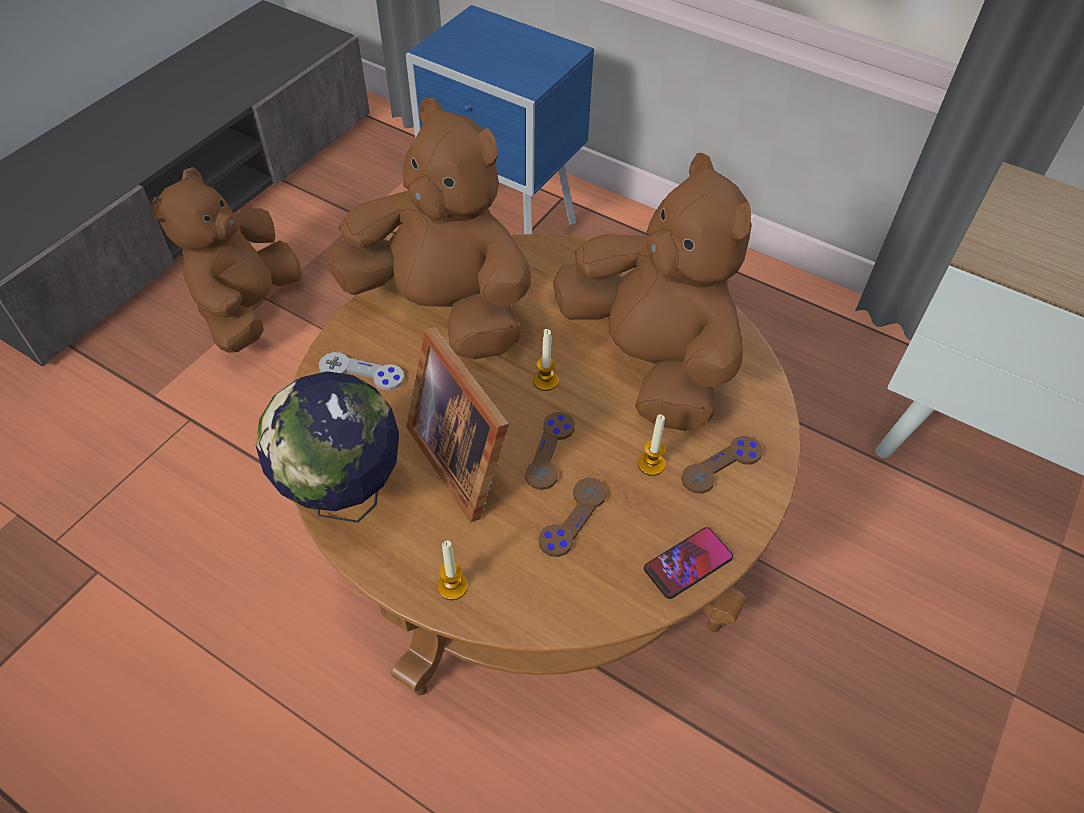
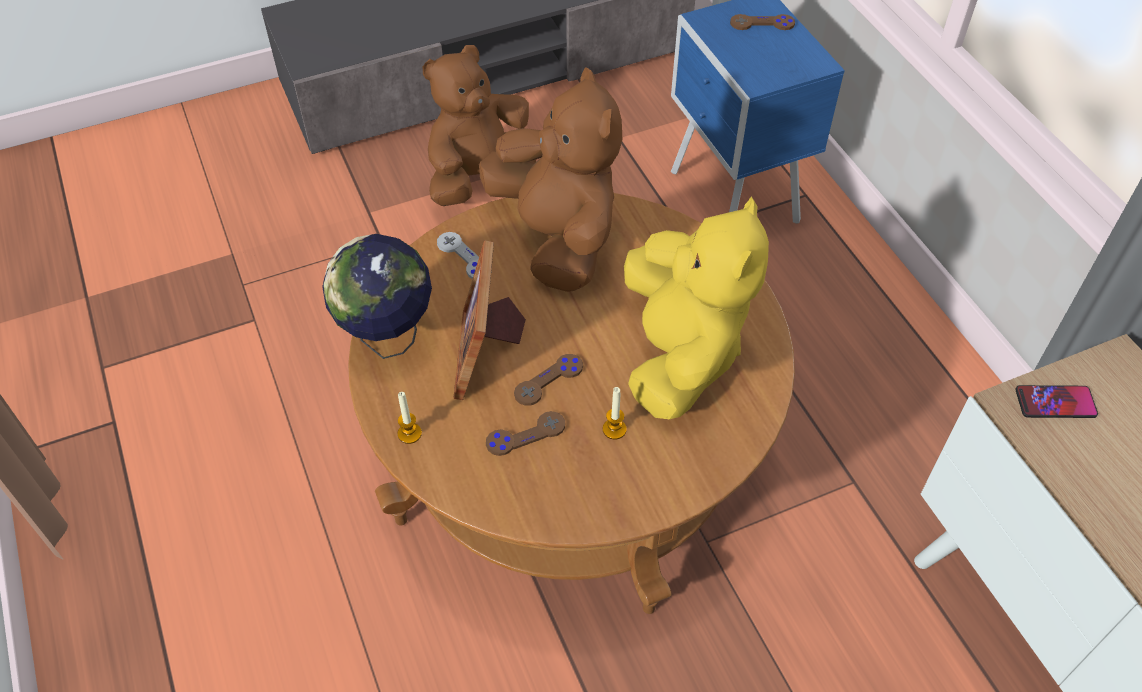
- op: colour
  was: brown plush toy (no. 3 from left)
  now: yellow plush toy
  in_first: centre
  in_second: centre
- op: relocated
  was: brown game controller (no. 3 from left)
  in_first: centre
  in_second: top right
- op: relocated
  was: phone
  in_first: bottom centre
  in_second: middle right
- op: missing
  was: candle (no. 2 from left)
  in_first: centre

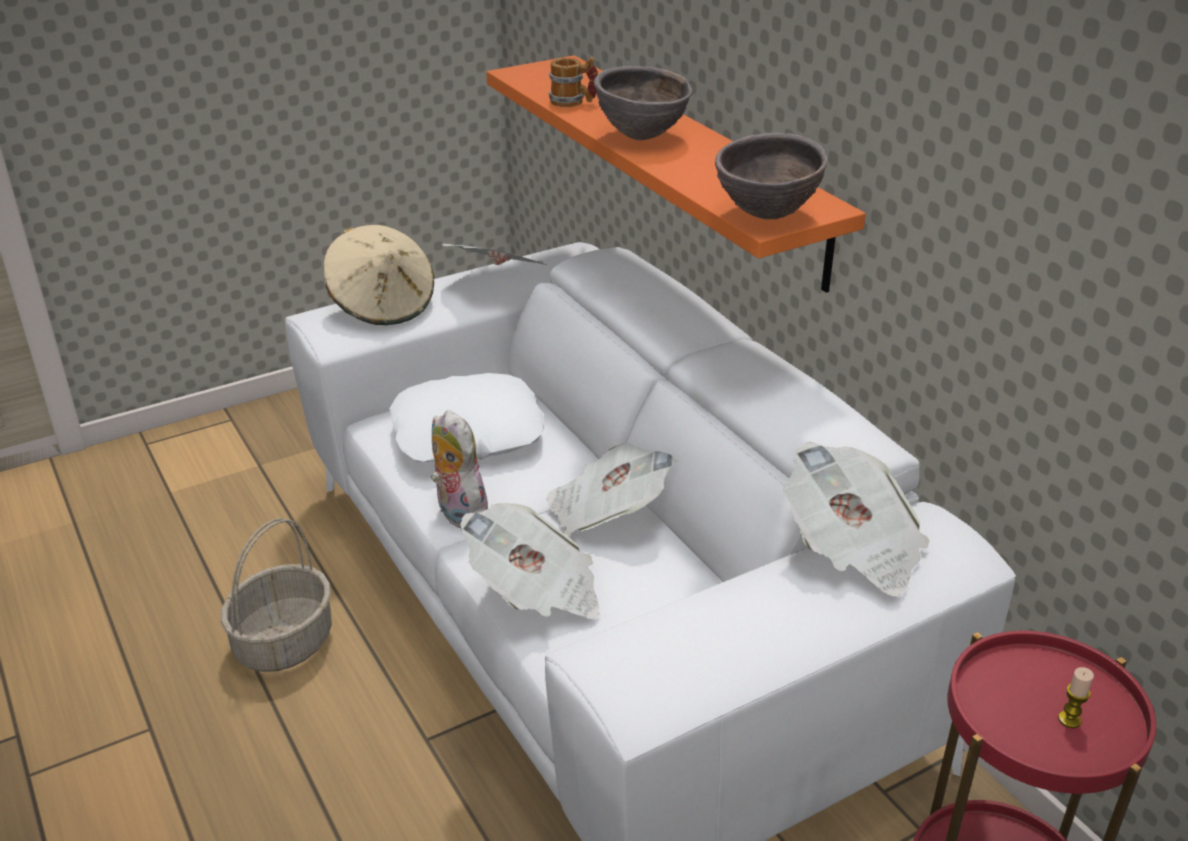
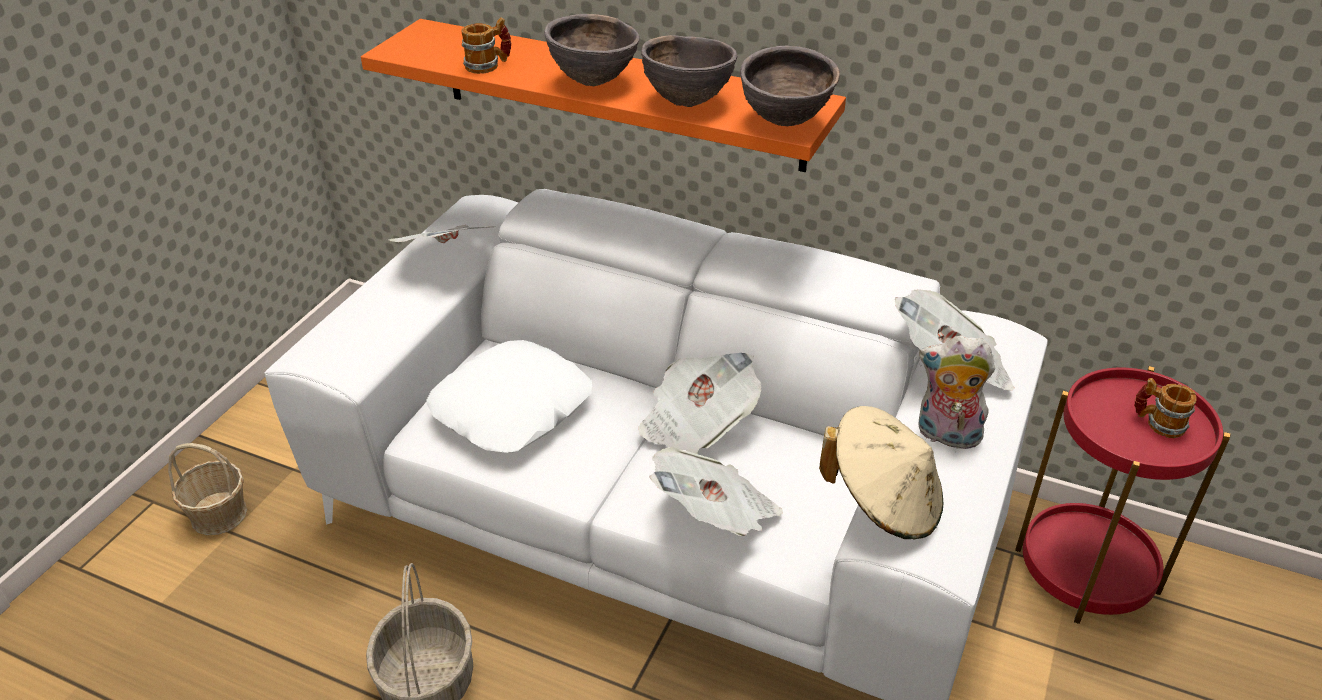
- op: appeared
  now: basket (no. 1 from left)
  in_second: bottom left
- op: appeared
  now: brown bowl (no. 2 from left)
  in_second: top centre
- op: relocated
  was: beige hat
  in_first: top left
  in_second: bottom centre
- op: relocated
  was: plush toy
  in_first: centre
  in_second: middle right
- op: exchanged
  was: candle
  now: mug (no. 2 from left)
  in_first: bottom right
  in_second: middle right

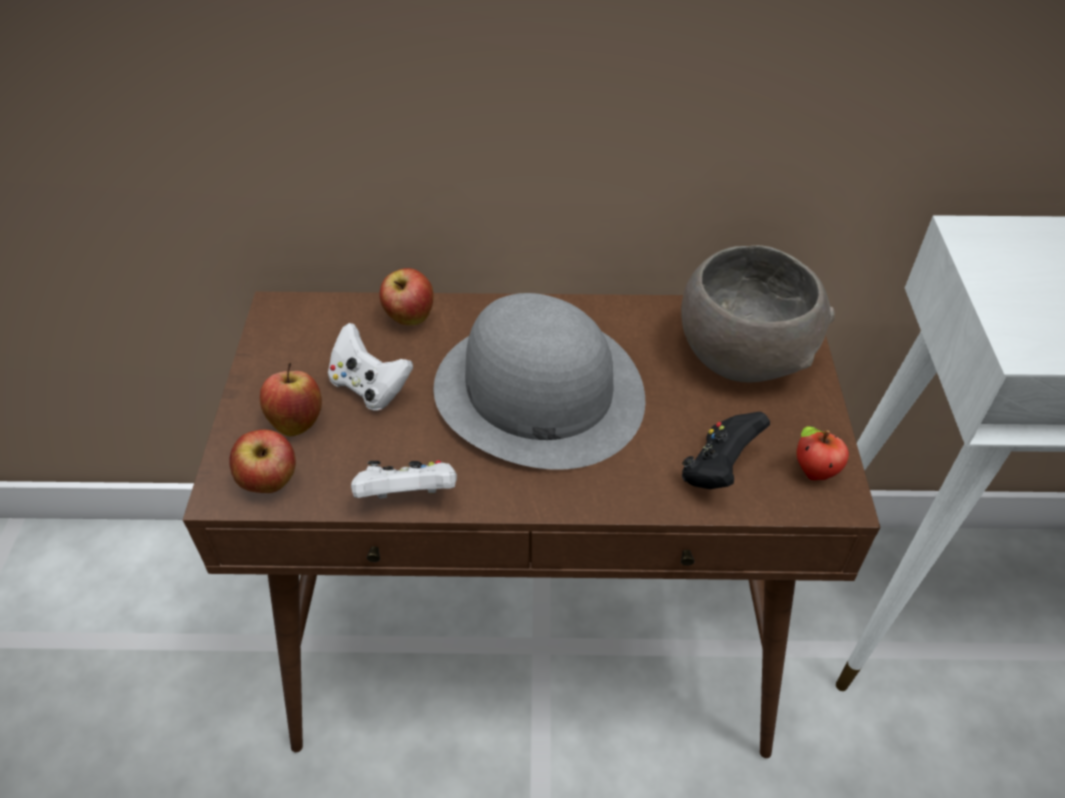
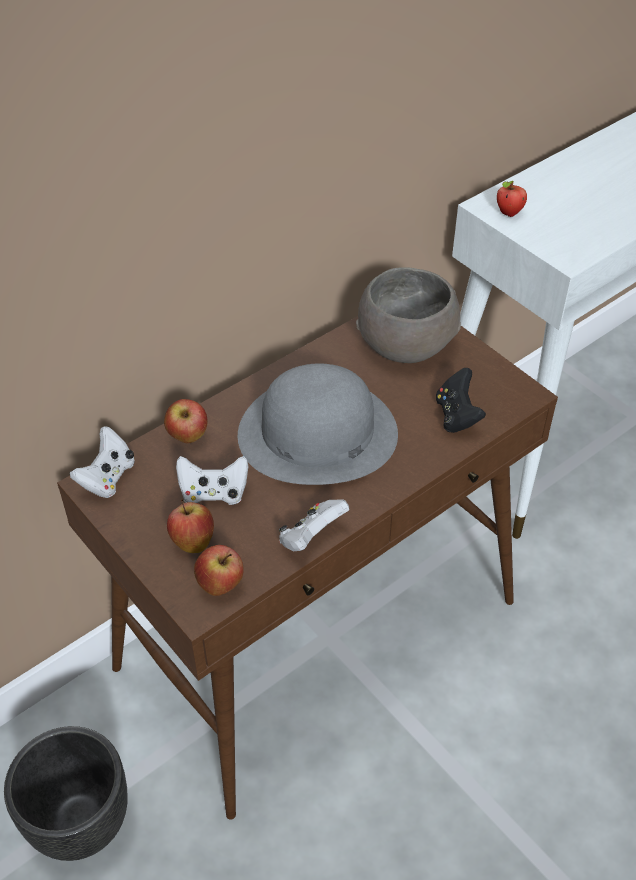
- op: appeared
  now: black planter
  in_second: bottom left
- op: appeared
  now: white game controller (no. 1 from left)
  in_second: middle left
- op: relocated
  was: apple (no. 4 from left)
  in_first: middle right
  in_second: top right

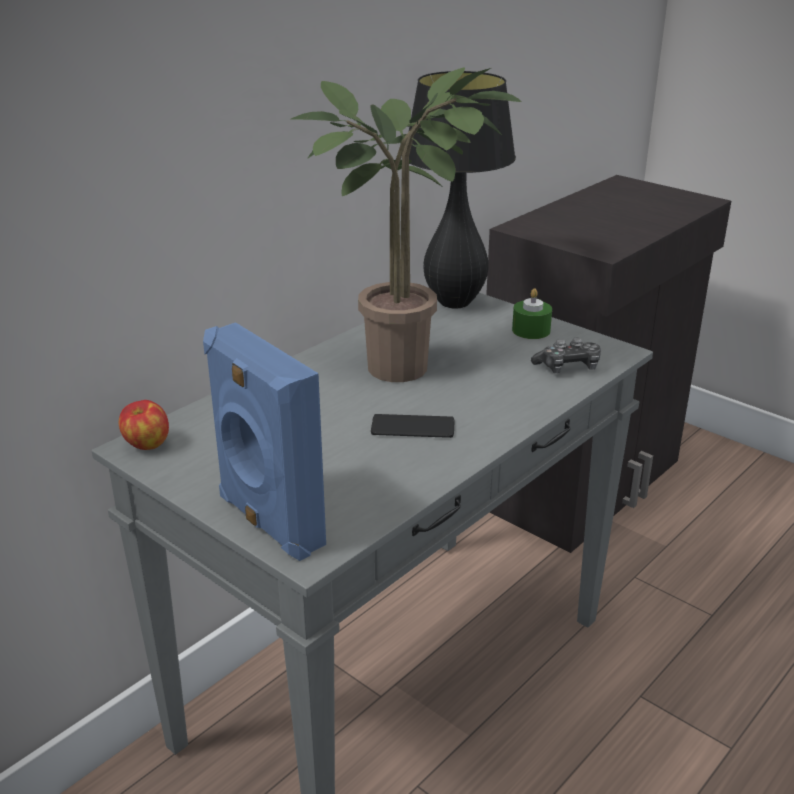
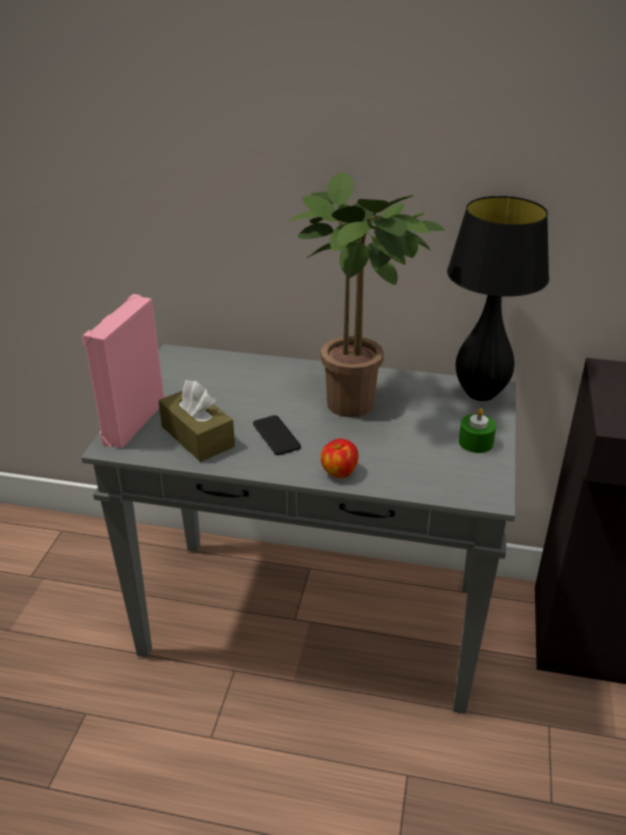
- op: colour
  was: blue speaker
  now: pink speaker
  in_first: middle left
  in_second: middle left
- op: appeared
  now: brown tissue box
  in_second: middle left
- op: relocated
  was: apple
  in_first: middle left
  in_second: centre
- op: missing
  was: game controller
  in_first: middle right

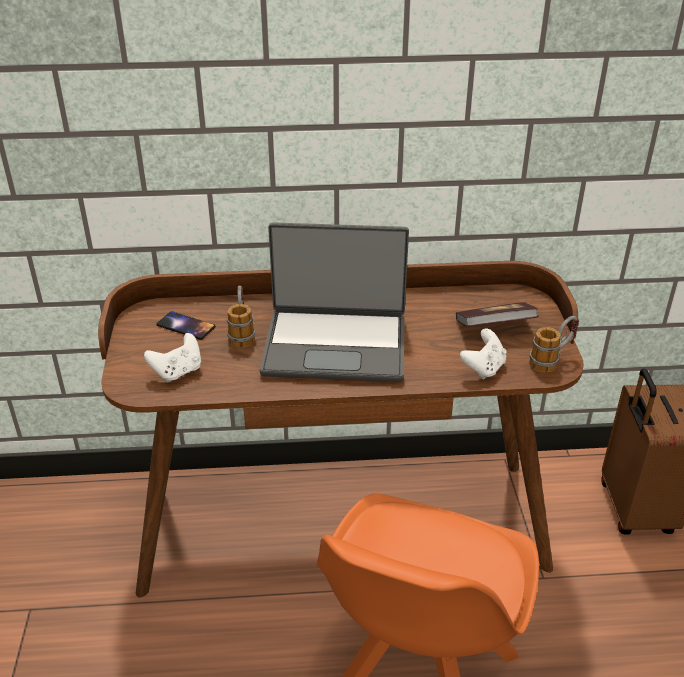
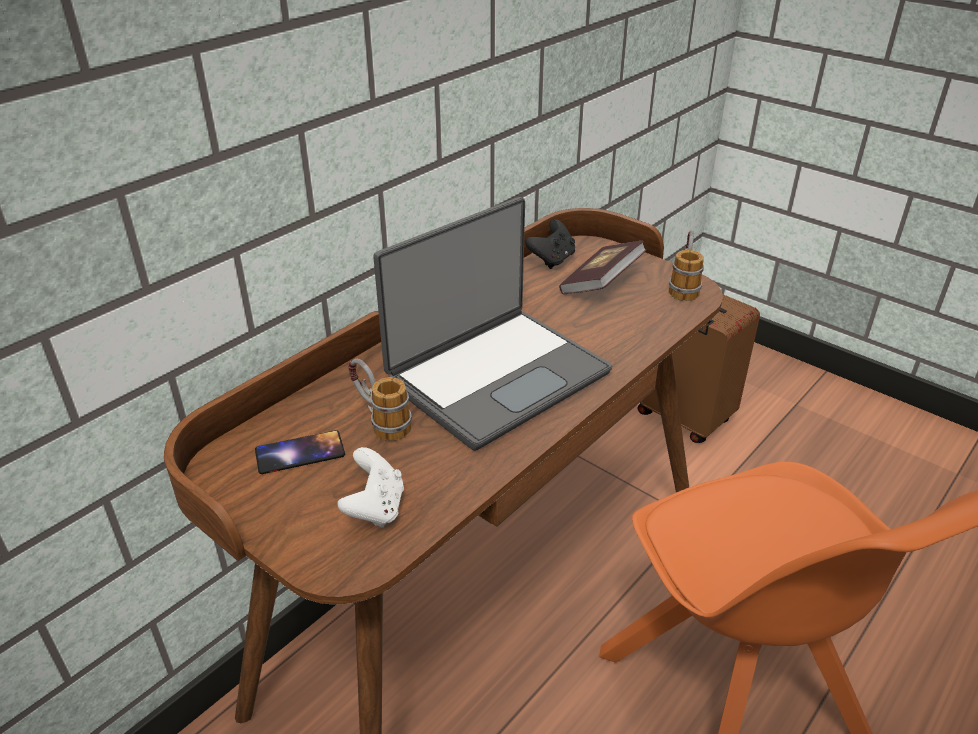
- op: appeared
  now: black game controller
  in_second: top centre
- op: missing
  was: white game controller (no. 2 from left)
  in_first: middle right

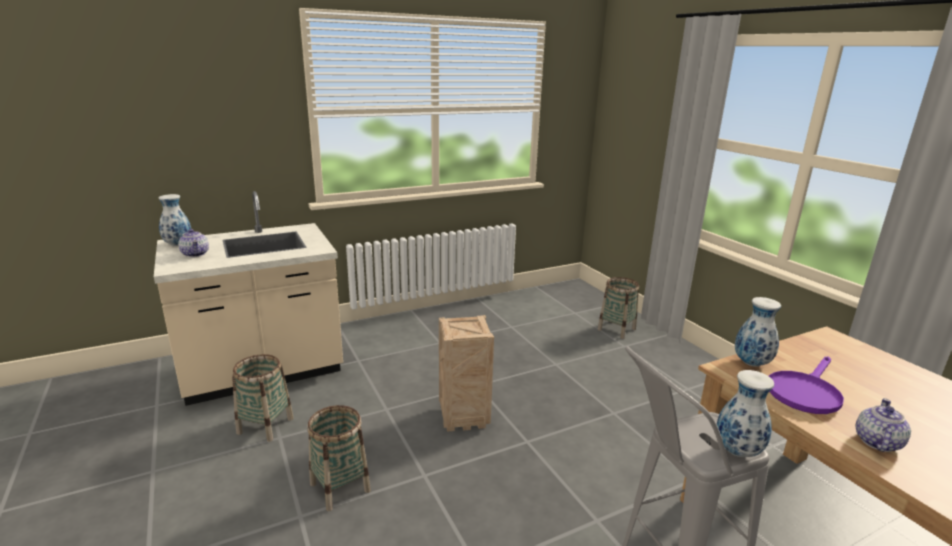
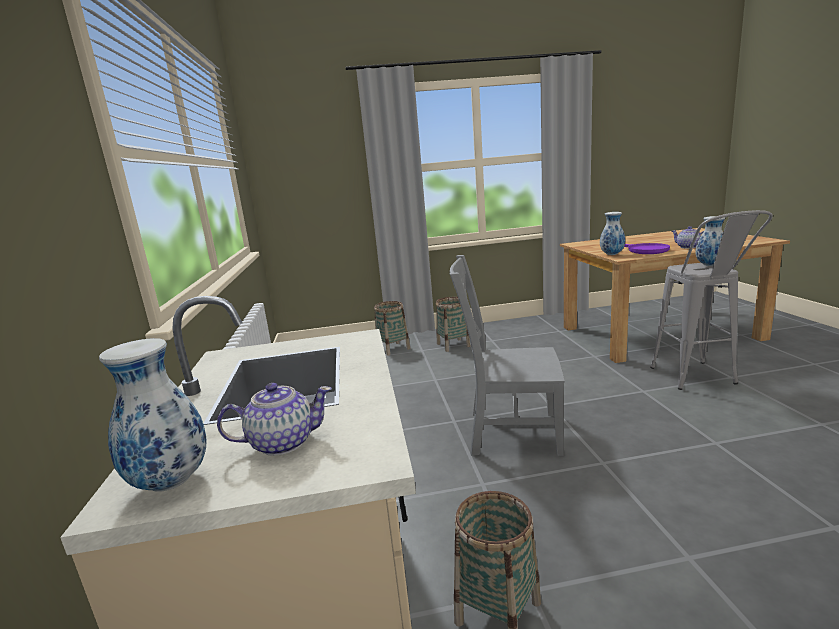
- op: relocated
  was: basket (no. 2 from left)
  in_first: bottom centre
  in_second: centre
- op: exchanged
  was: crate
  now: grey chair
  in_first: bottom centre
  in_second: centre

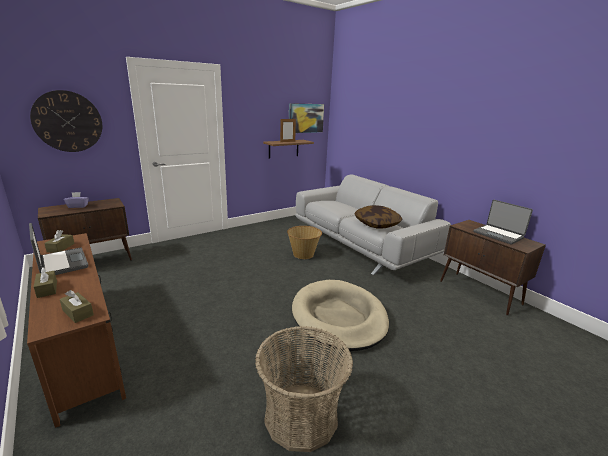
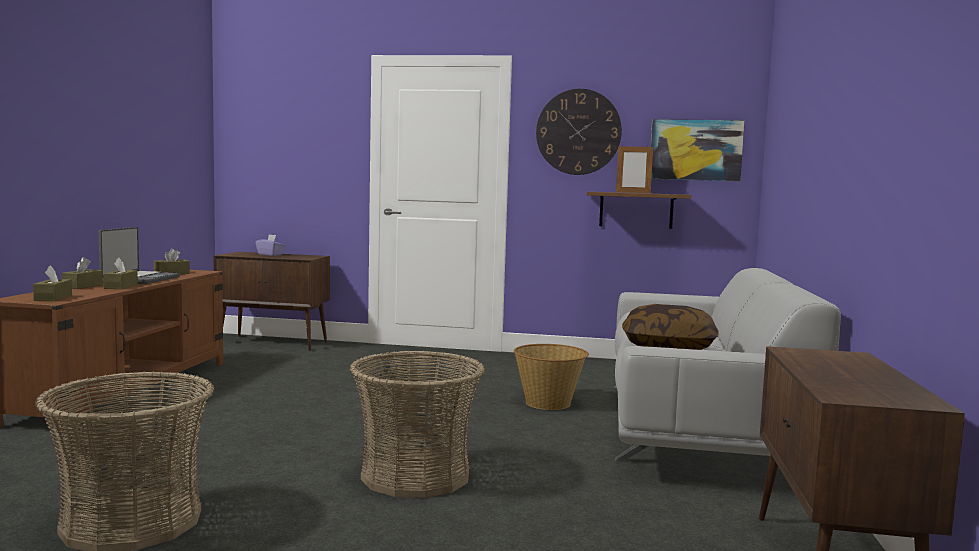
- op: appeared
  now: brown tissue box (no. 3 from left)
  in_second: middle left
- op: exchanged
  was: beige dog bed
  now: basket (no. 2 from left)
  in_first: bottom centre
  in_second: bottom centre
- op: relocated
  was: wall clock
  in_first: top left
  in_second: top centre
- op: missing
  was: laptop (no. 2 from left)
  in_first: middle right

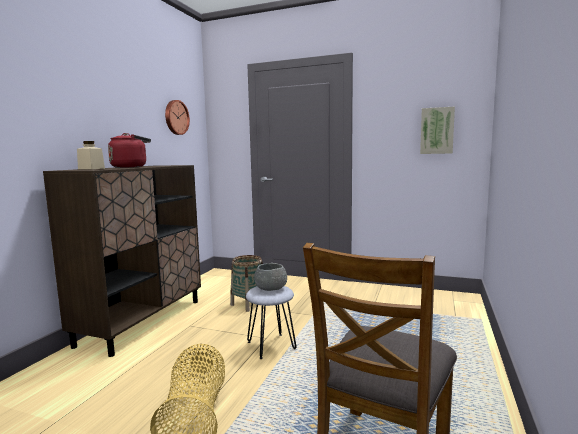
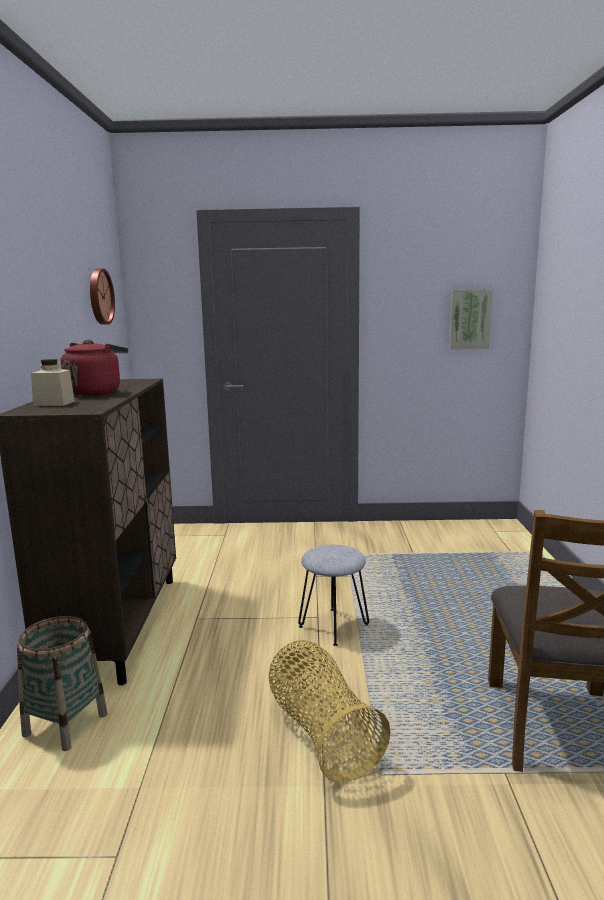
- op: relocated
  was: basket (no. 2 from left in the first image)
  now: basket (no. 1 from left)
  in_first: centre
  in_second: bottom left
- op: missing
  was: grey bowl
  in_first: centre

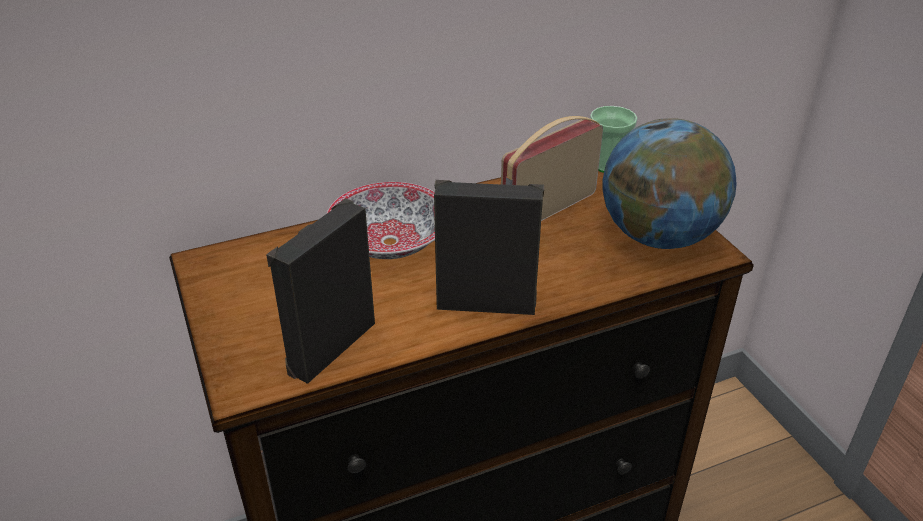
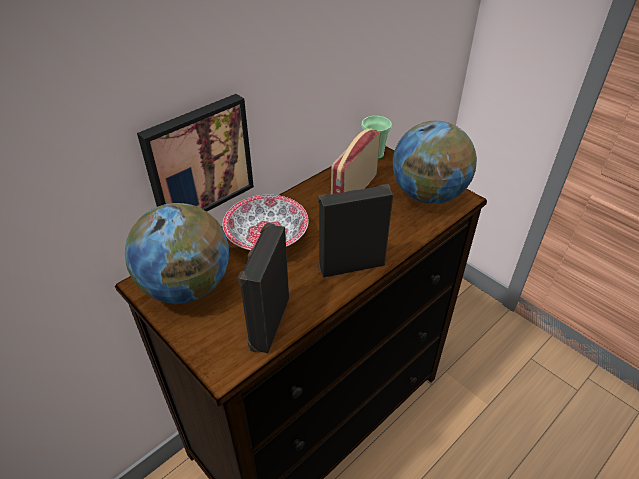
- op: appeared
  now: globe (no. 1 from left)
  in_second: middle left
- op: appeared
  now: picture
  in_second: top left

